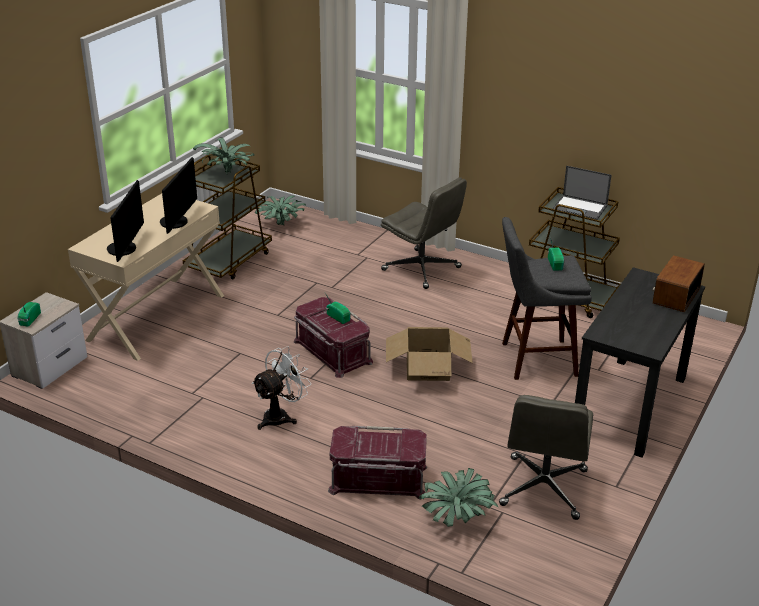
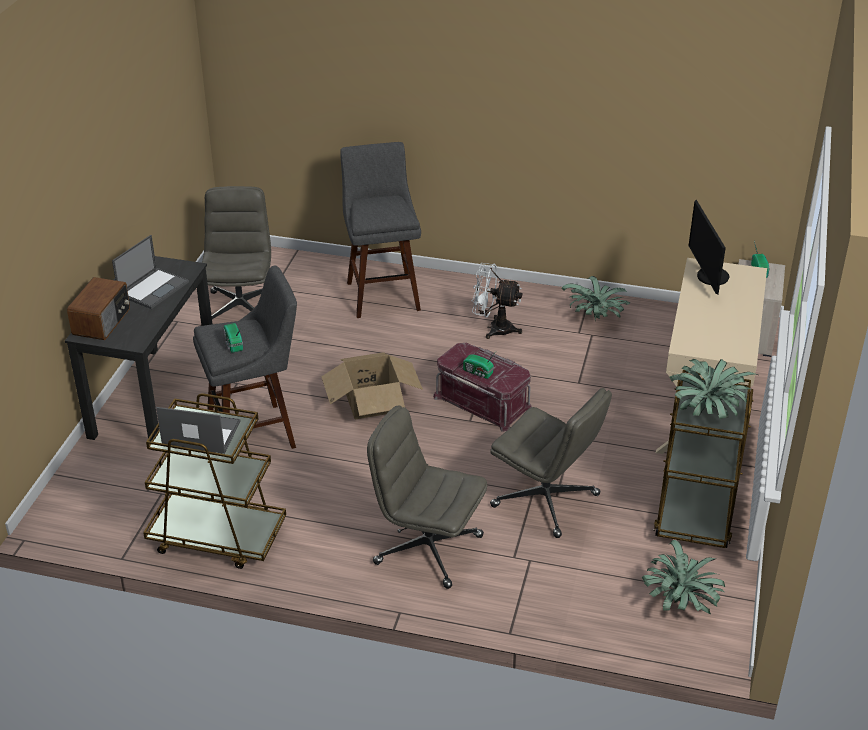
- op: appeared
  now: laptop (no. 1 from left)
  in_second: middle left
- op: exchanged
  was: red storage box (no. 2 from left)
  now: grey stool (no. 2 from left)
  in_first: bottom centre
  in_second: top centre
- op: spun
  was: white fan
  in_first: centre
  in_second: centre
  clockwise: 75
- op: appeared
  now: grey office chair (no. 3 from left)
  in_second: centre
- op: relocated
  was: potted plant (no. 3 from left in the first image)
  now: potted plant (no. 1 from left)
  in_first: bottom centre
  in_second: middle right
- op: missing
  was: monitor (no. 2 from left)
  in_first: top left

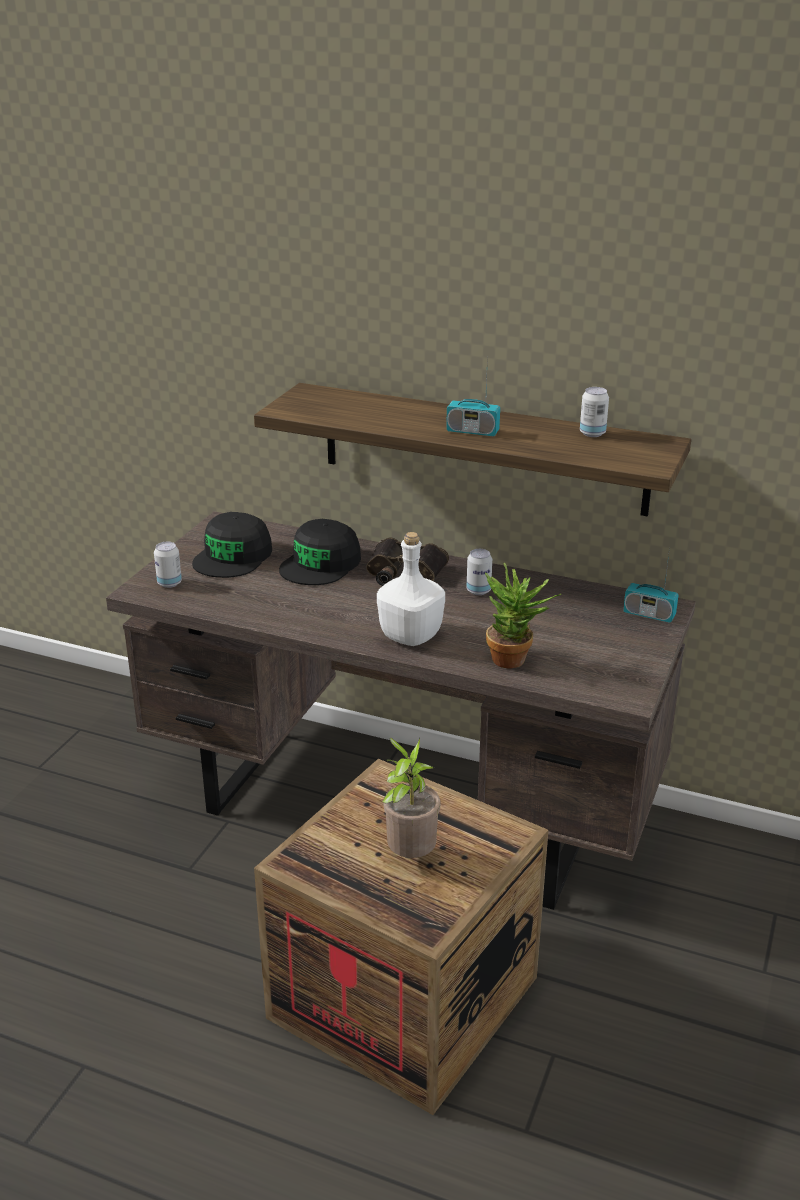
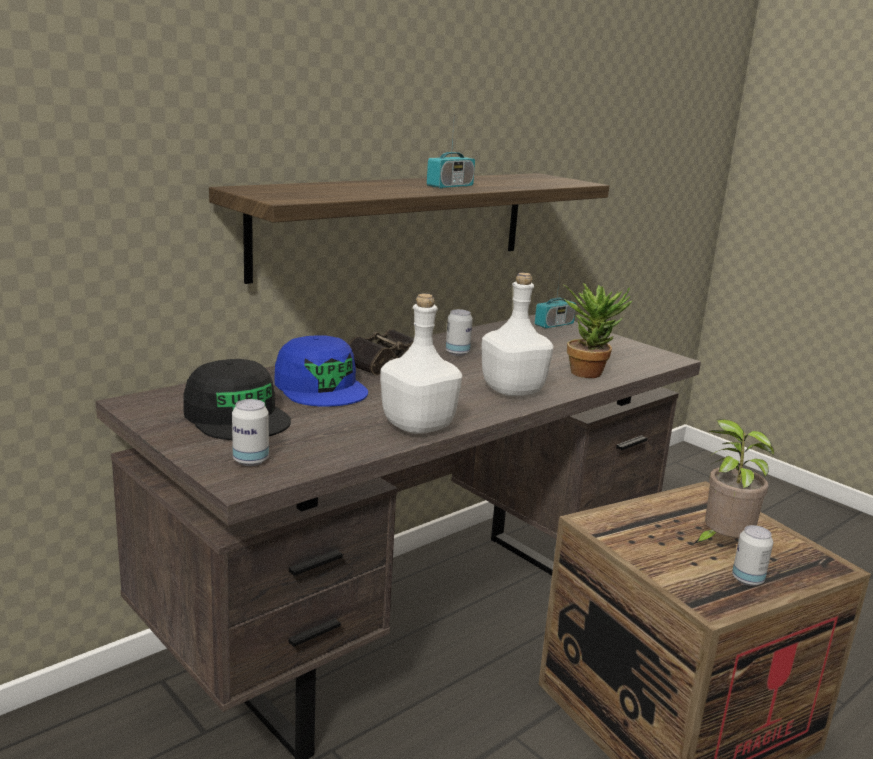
- op: colour
  was: black cap (no. 2 from left)
  now: blue cap
  in_first: centre
  in_second: centre
- op: appeared
  now: white bottle (no. 1 from left)
  in_second: centre
- op: relocated
  was: can (no. 3 from left)
  in_first: middle right
  in_second: bottom right

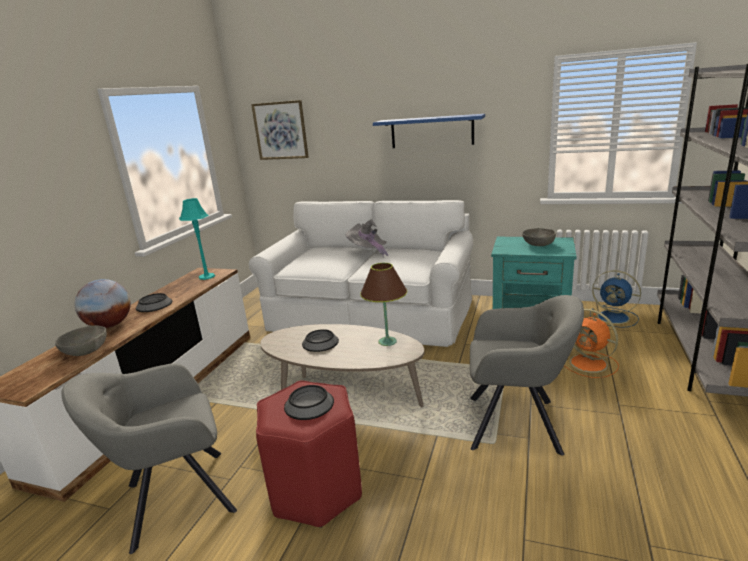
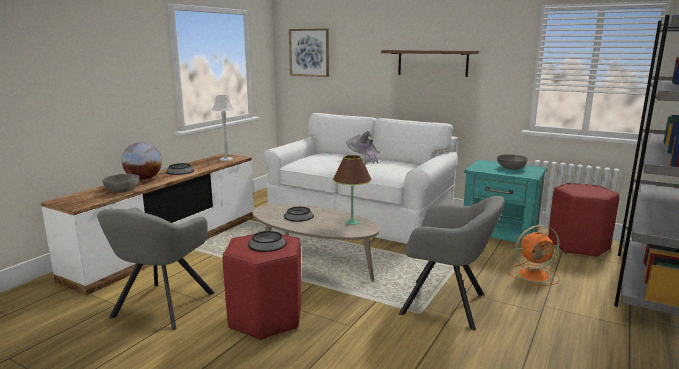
- op: spun
  was: grey armchair (no. 1 from left)
  in_first: bottom left
  in_second: bottom left
  clockwise: -60
- op: colour
  was: turquoise table lamp
  now: grey table lamp
  in_first: middle left
  in_second: middle left
- op: colour
  was: blue shelf
  now: brown shelf
  in_first: top centre
  in_second: top centre
- op: spun
  was: orange fan
  in_first: middle right
  in_second: bottom right
  clockwise: -75
- op: exchanged
  was: blue fan
  now: red stool (no. 2 from left)
  in_first: middle right
  in_second: middle right

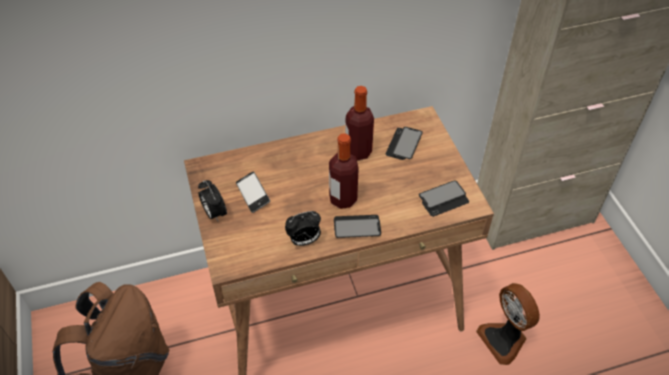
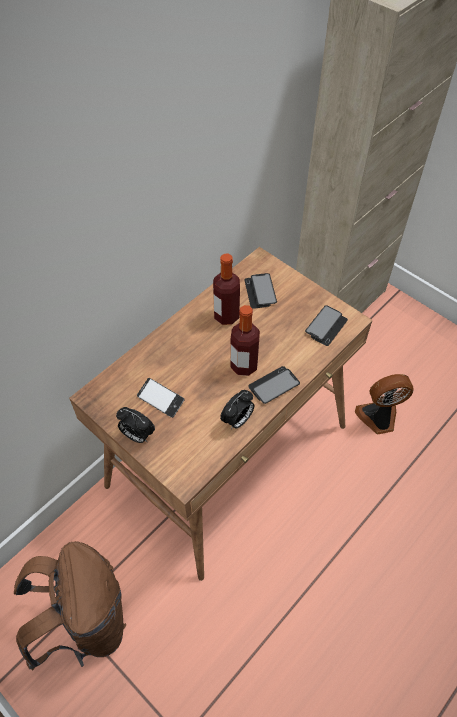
- op: spun
  was: fan
  in_first: bottom right
  in_second: middle right
  clockwise: 135

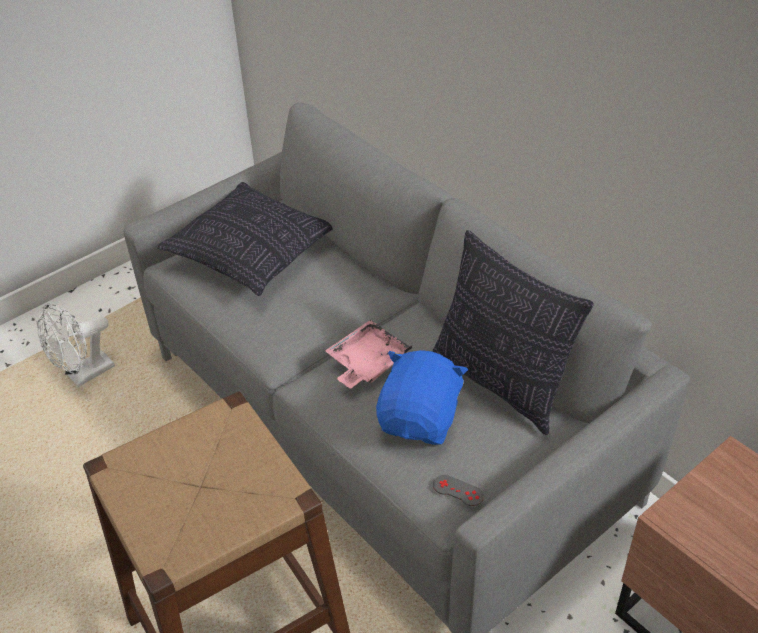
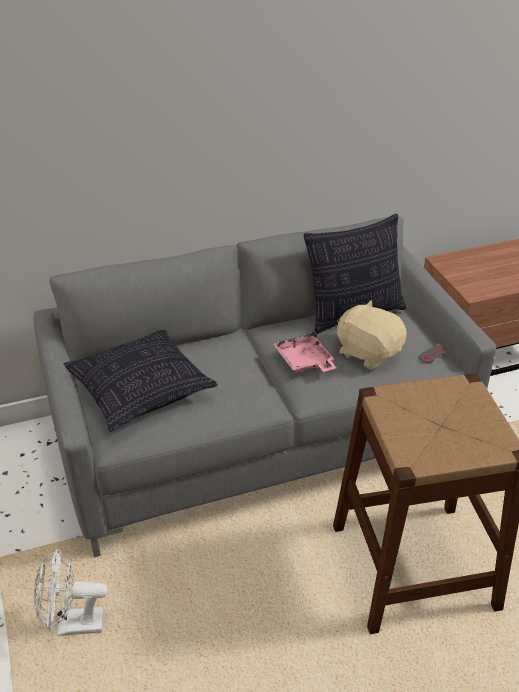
- op: spun
  was: white fan
  in_first: middle left
  in_second: bottom left
  clockwise: 105
- op: colour
  was: blue plush toy
  now: beige plush toy
  in_first: centre
  in_second: middle right

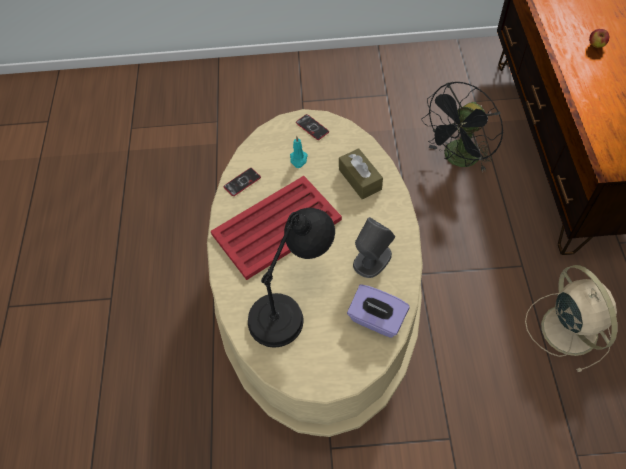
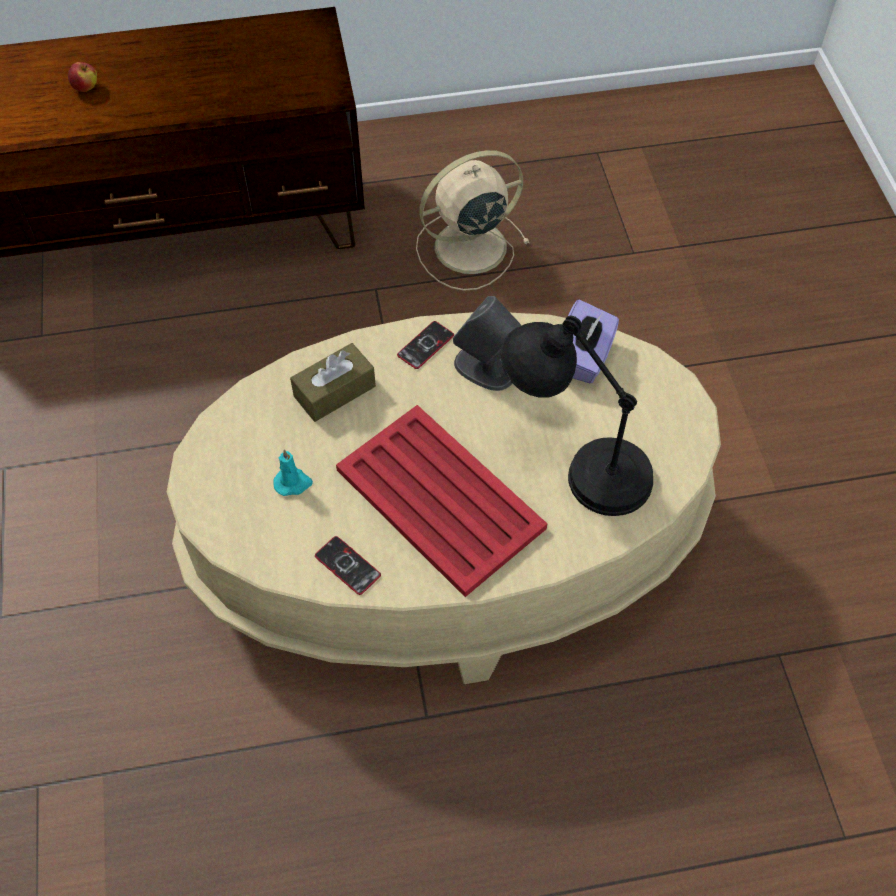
- op: relocated
  was: phone (no. 2 from left)
  in_first: top centre
  in_second: centre
- op: missing
  was: black fan
  in_first: top right

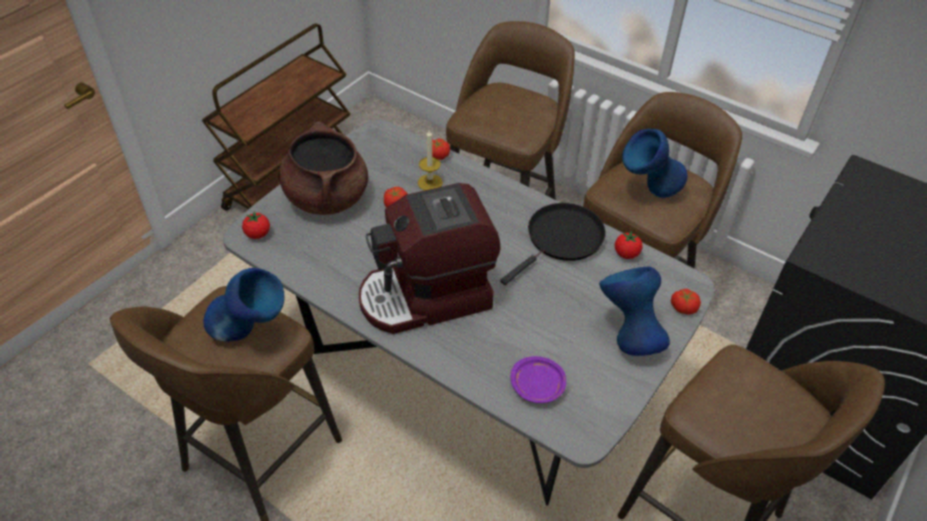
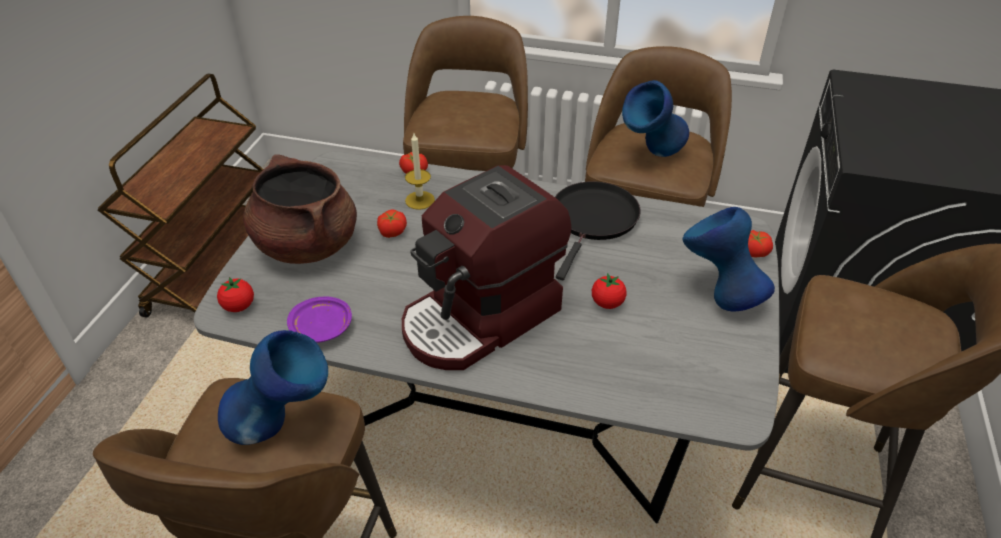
- op: relocated
  was: purple plate
  in_first: bottom centre
  in_second: middle left
- op: relocated
  was: tomato (no. 4 from left)
  in_first: middle right
  in_second: centre

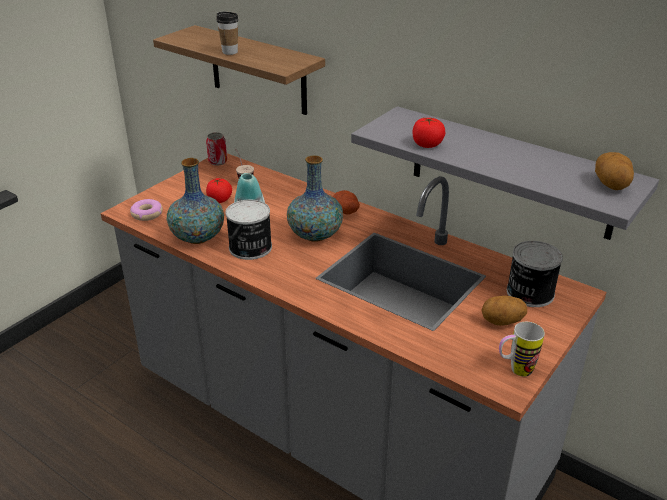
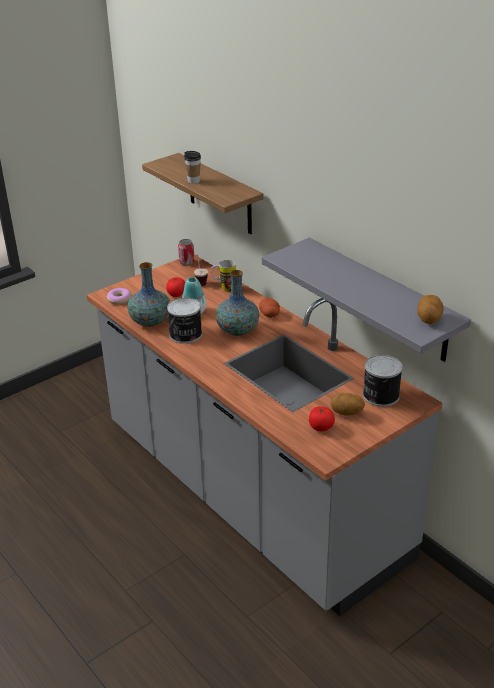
- op: relocated
  was: mug
  in_first: bottom right
  in_second: centre
- op: relocated
  was: tomato (no. 2 from left)
  in_first: top centre
  in_second: centre

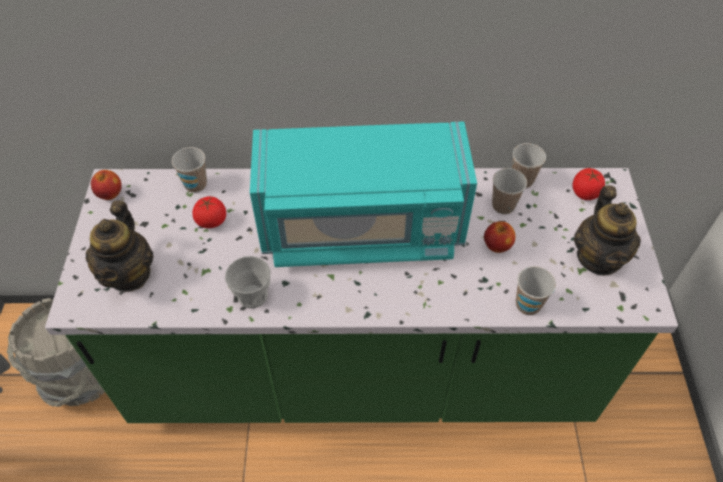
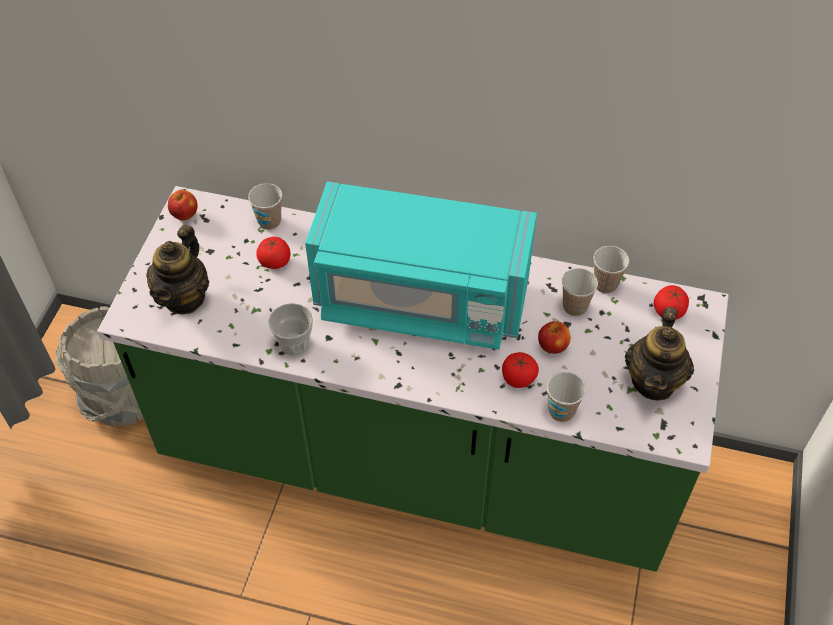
- op: appeared
  now: tomato (no. 2 from left)
  in_second: centre

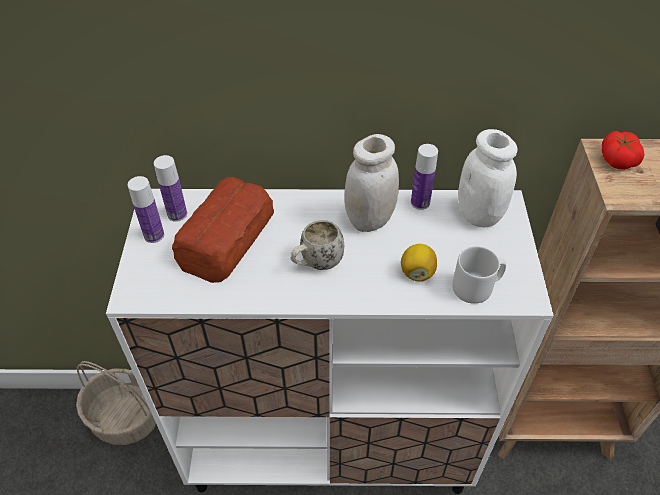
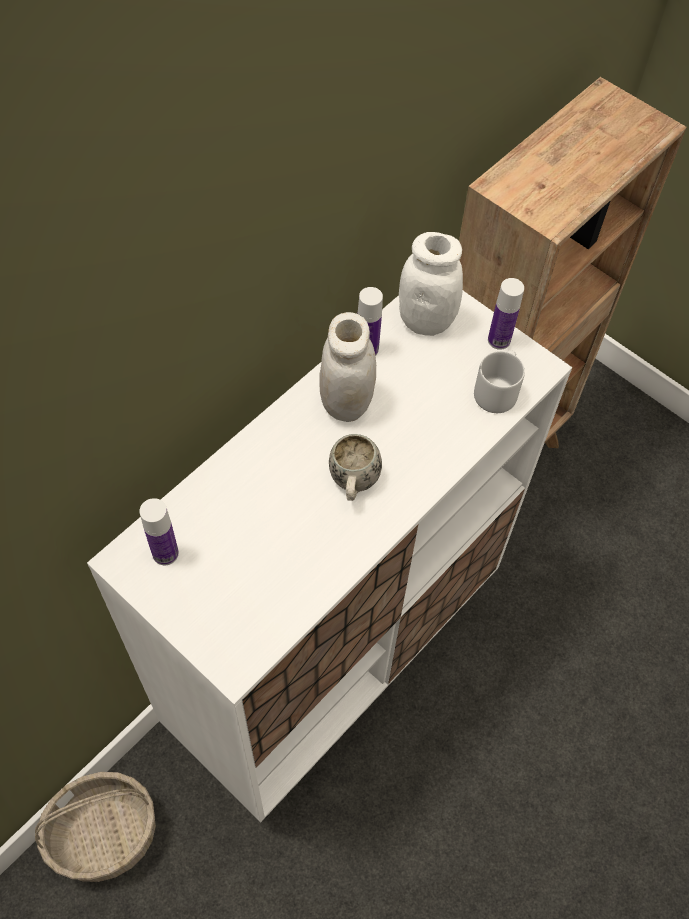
- op: relocated
  was: bottle (no. 1 from left in the first image)
  now: bottle (no. 3 from left)
  in_first: middle left
  in_second: middle right
- op: missing
  was: bread
  in_first: centre
- op: missing
  was: lemon
  in_first: centre
- op: missing
  was: tomato
  in_first: top right

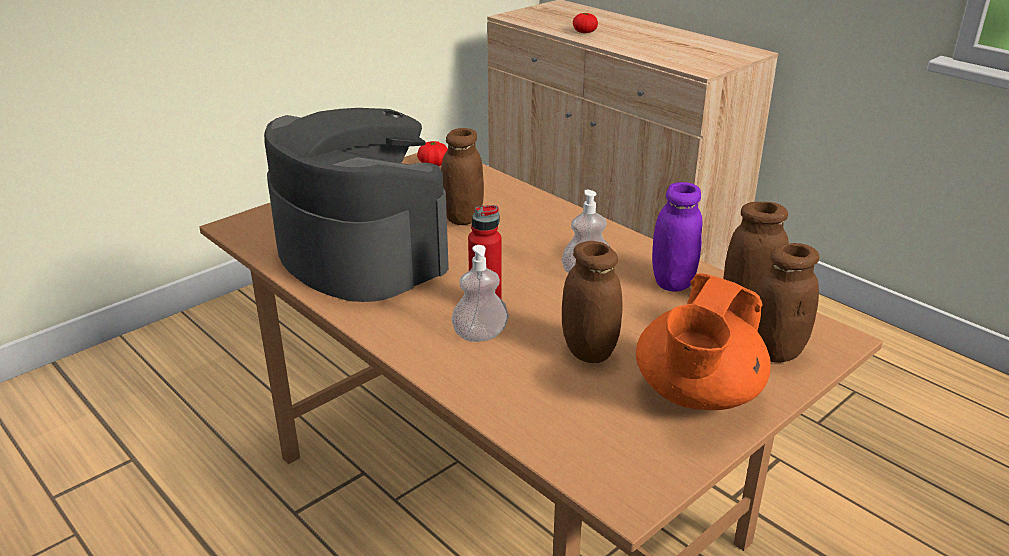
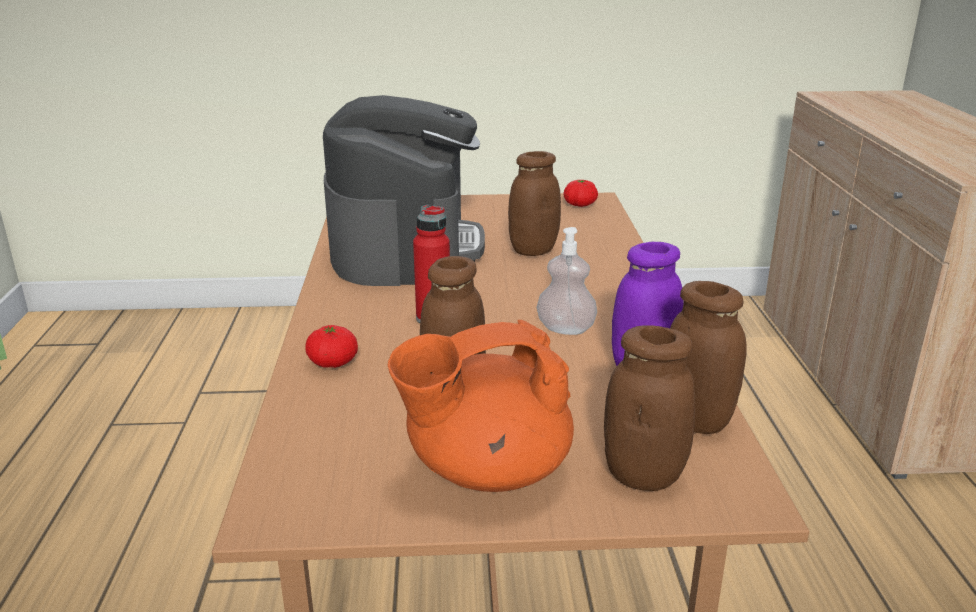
- op: relocated
  was: tomato (no. 2 from left in the first image)
  now: tomato (no. 1 from left)
  in_first: top centre
  in_second: centre
- op: missing
  was: soap dispenser (no. 1 from left)
  in_first: centre

